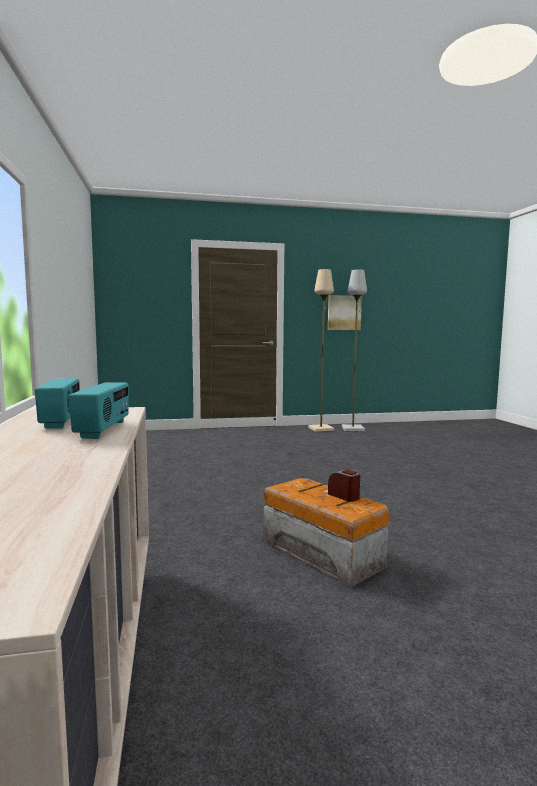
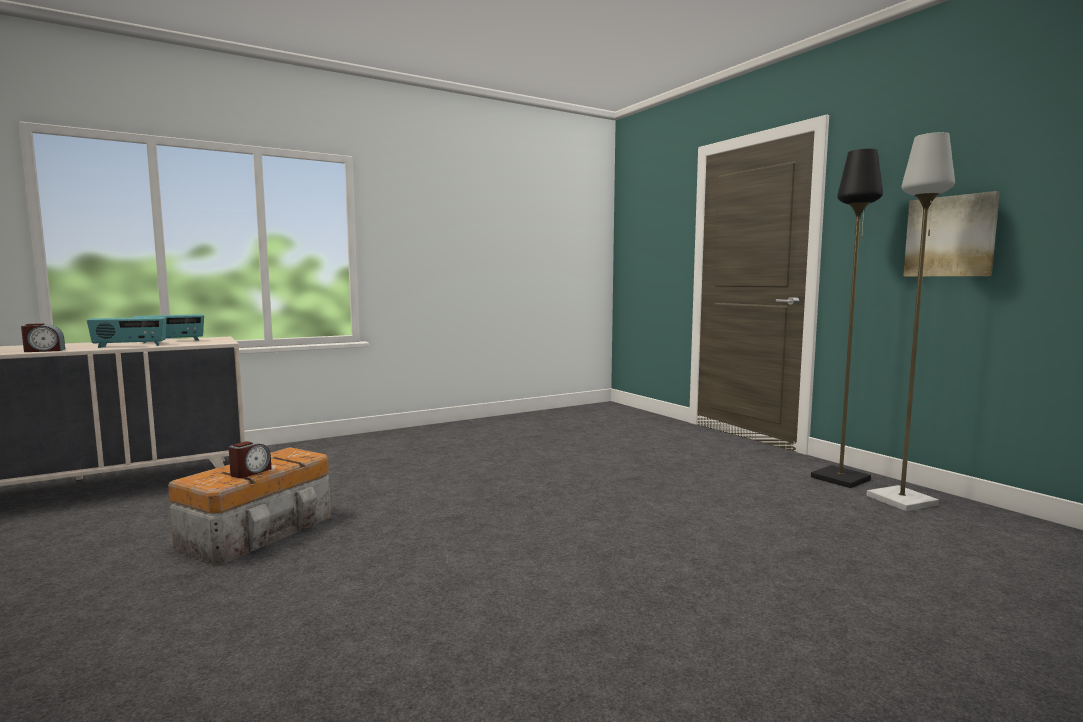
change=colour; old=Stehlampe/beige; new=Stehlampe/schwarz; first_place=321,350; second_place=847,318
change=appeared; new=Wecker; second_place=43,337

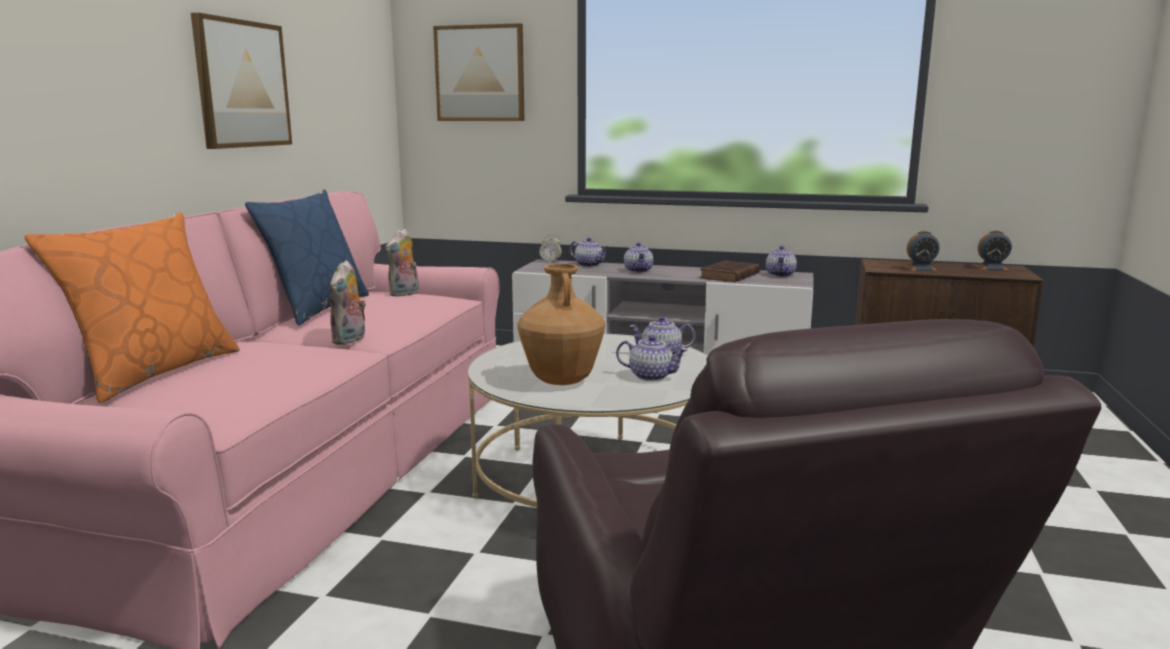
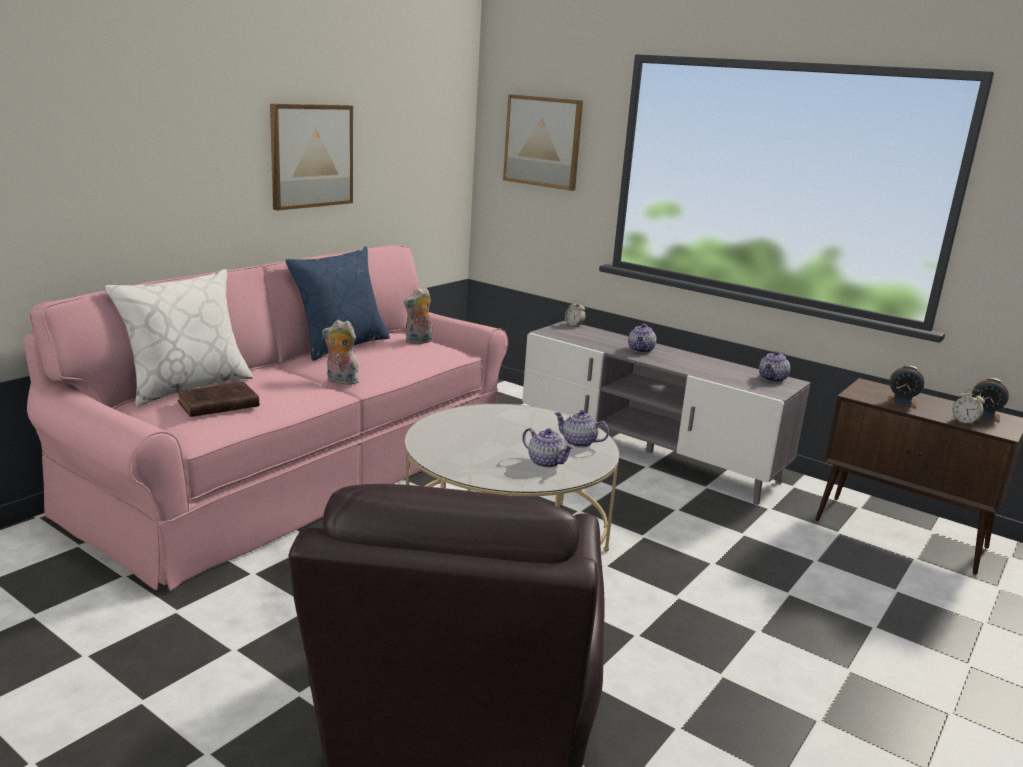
change=colour; old=Kissen/orange; new=Kissen/weiß; first_place=132,307; second_place=179,338
change=spun; old=Plüschtier; first_place=347,302; second_place=340,352; degrees=75
change=missing; old=Vase/braun; first_place=561,324
change=missing; old=Teekanne; first_place=589,252
change=relocated; old=Buch/braun; first_place=730,271; second_place=218,399
change=appeared; new=Wecker; second_place=968,407

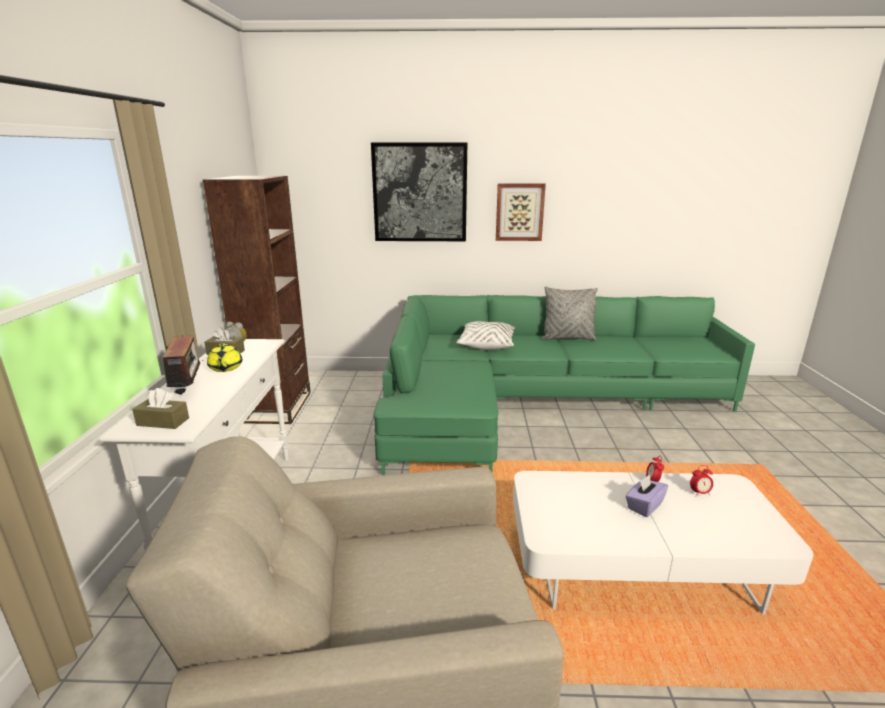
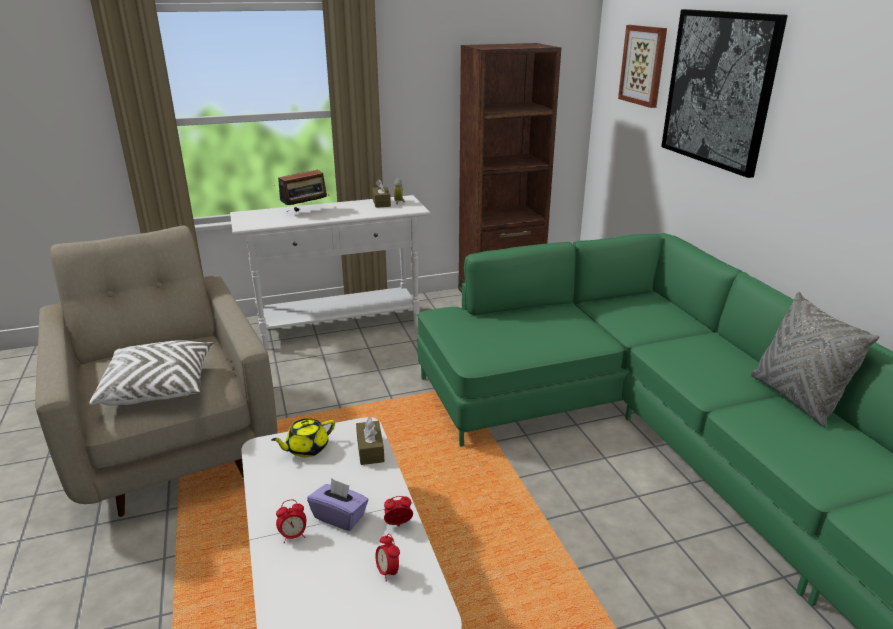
change=relocated; old=Taschentuchbox/braun; first_place=160,408; second_place=370,441
change=relocated; old=Teekanne/gelb; first_place=224,357; second_place=303,437
change=relocated; old=Kissen/weiß; first_place=486,335; second_place=152,373
change=relocated; old=Bild; first_place=521,212; second_place=642,66
change=appeared; new=Wecker; second_place=291,521

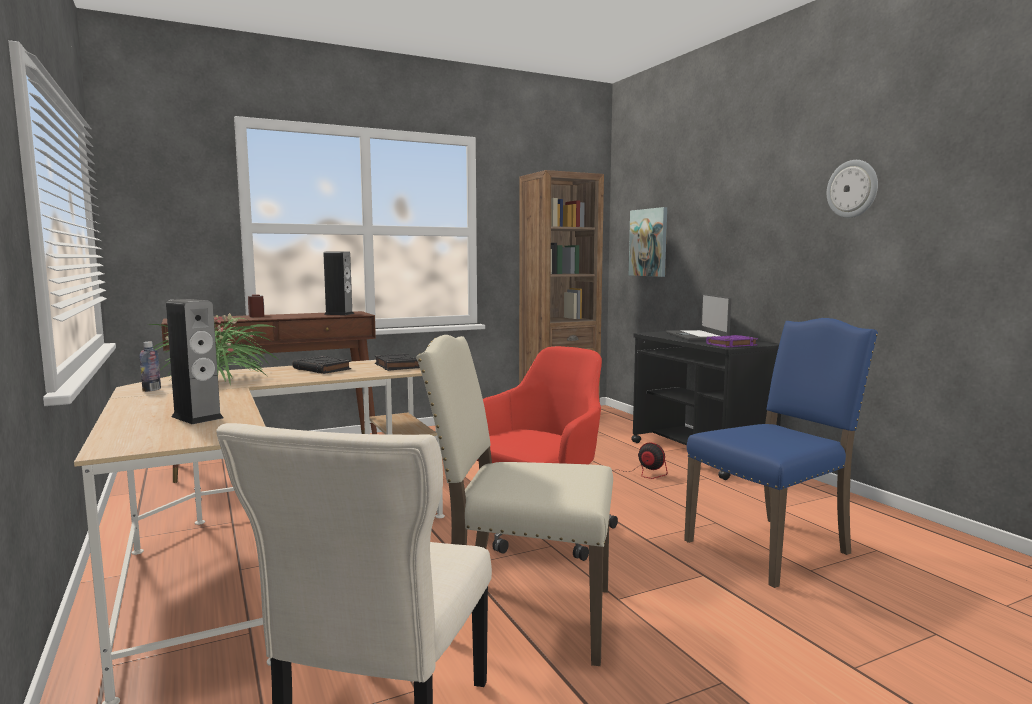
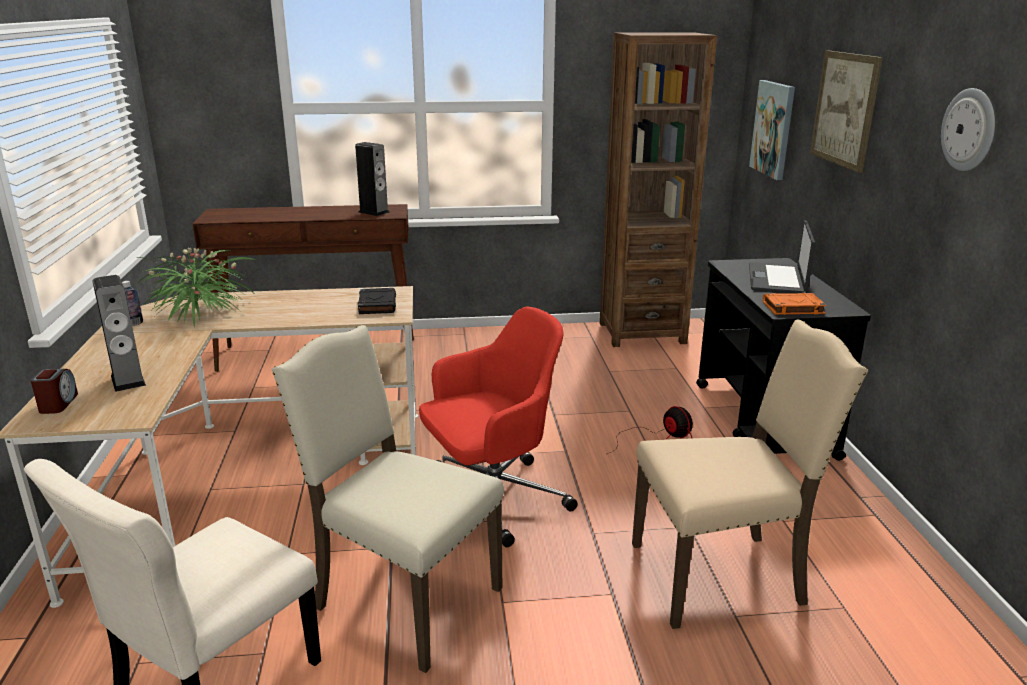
change=relocated; old=Wecker; first_place=256,305; second_place=54,391
change=missing; old=Buch/schwarz; first_place=321,365
change=colour; old=Stuhl/blau; new=Stuhl/beige; first_place=781,453; second_place=750,474
change=colour; old=Buch/lila; new=Buch/orange; first_place=732,341; second_place=794,304
change=appeared; new=Bild; second_place=846,111

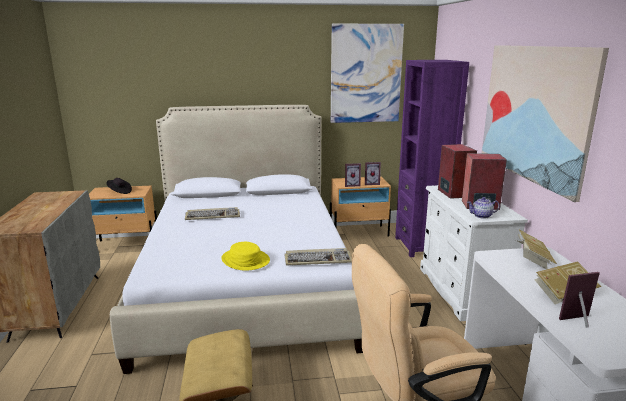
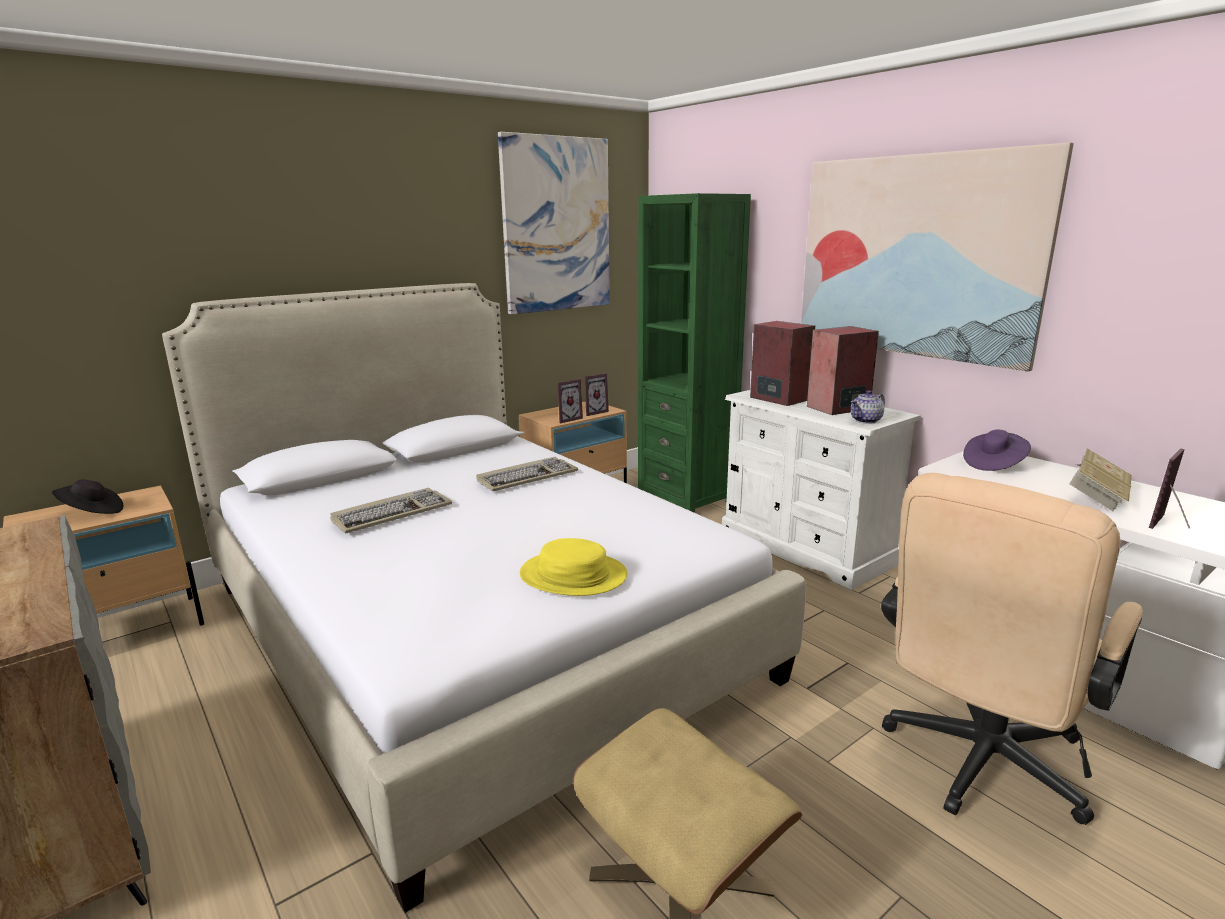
change=relocated; old=Tastatur; first_place=318,257; second_place=527,474
change=colour; old=Bücherregal/lila; new=Bücherregal/grün; first_place=432,158; second_place=694,353
change=exchanged; old=Buch; new=Hut/lila; first_place=536,249; second_place=997,450

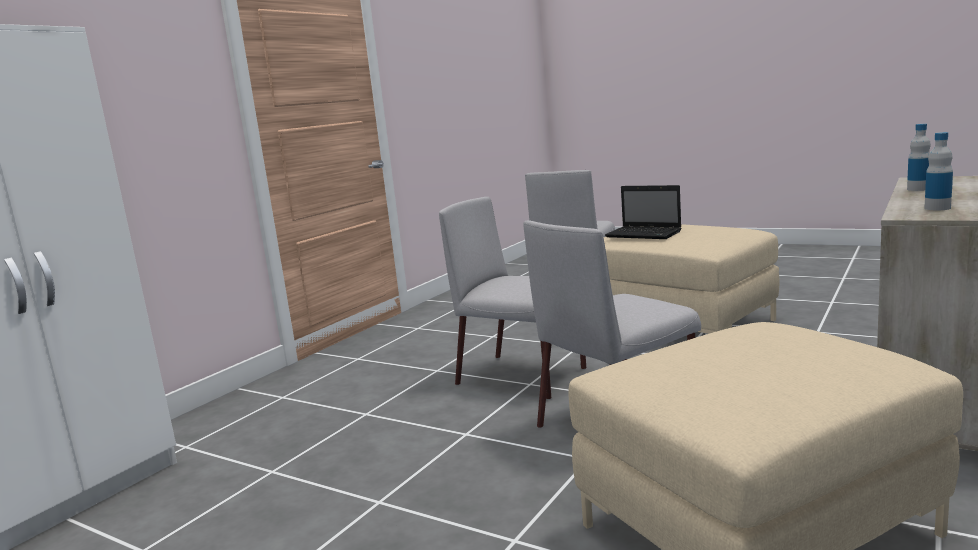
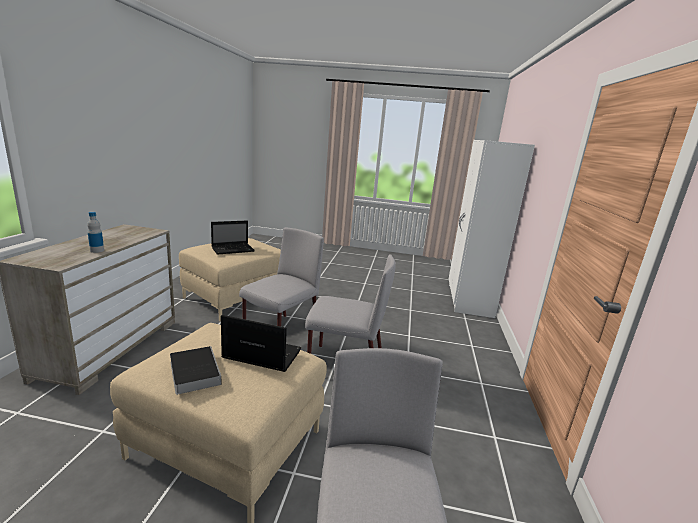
change=missing; old=Flasche; first_place=938,171
change=appeared; new=Buch; second_place=196,370
change=appeared; new=Laptop; second_place=233,238

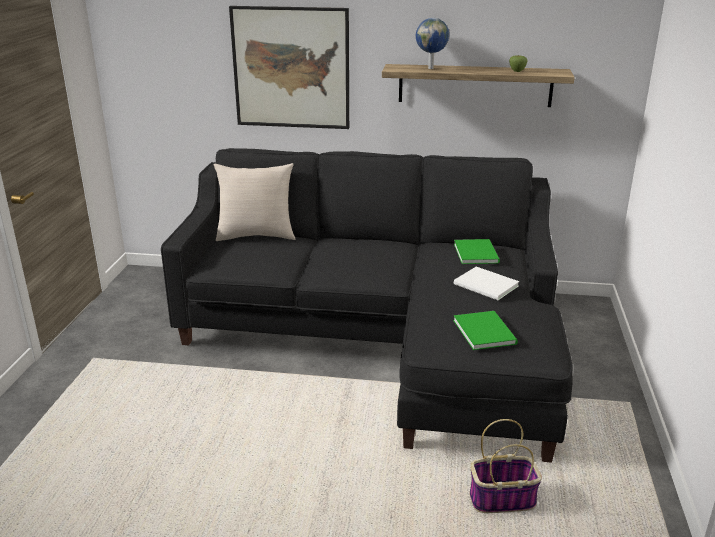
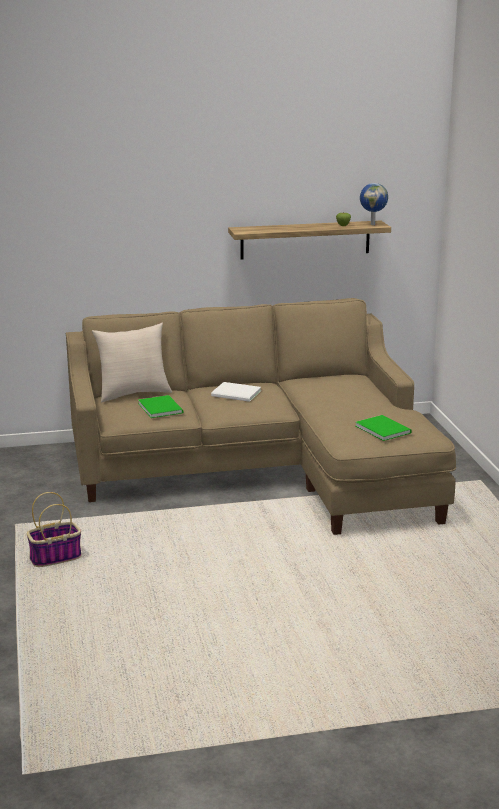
change=colour; old=Sofa/schwarz; new=Sofa/beige; first_place=367,305; second_place=261,416
change=missing; old=Bild; first_place=289,67
change=relocated; old=Globus; first_place=432,43; second_place=374,204
change=relocated; old=Buch/grün; first_place=477,251; second_place=160,406
change=relocated; old=Buch/weiß; first_place=486,283; second_place=236,392
change=relocated; old=Korb; first_place=505,466; second_place=54,529

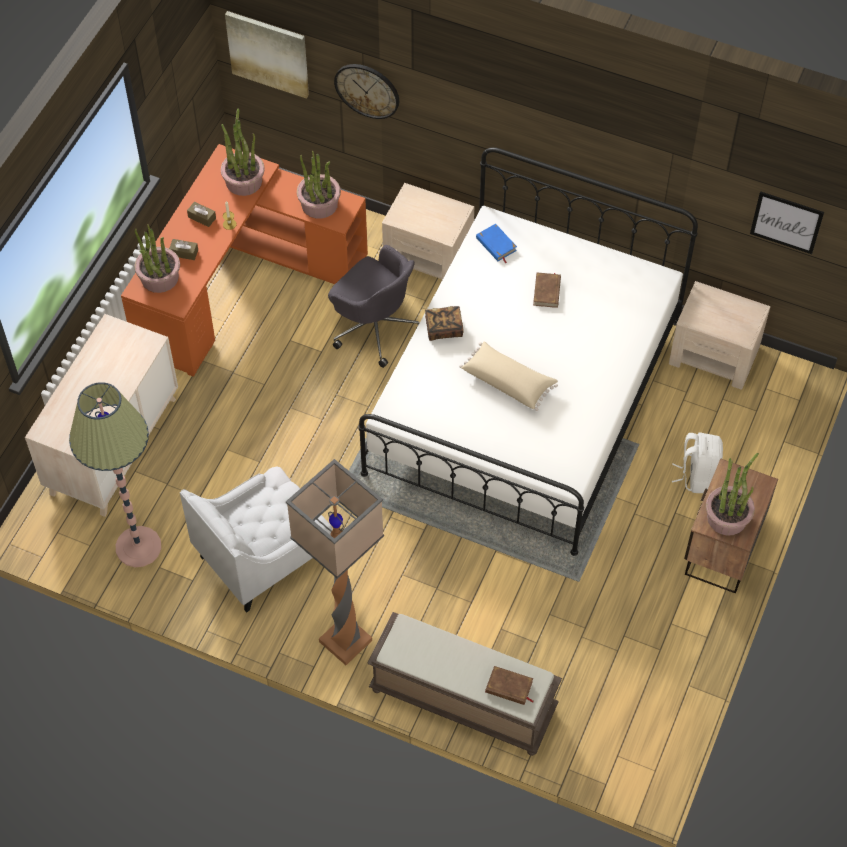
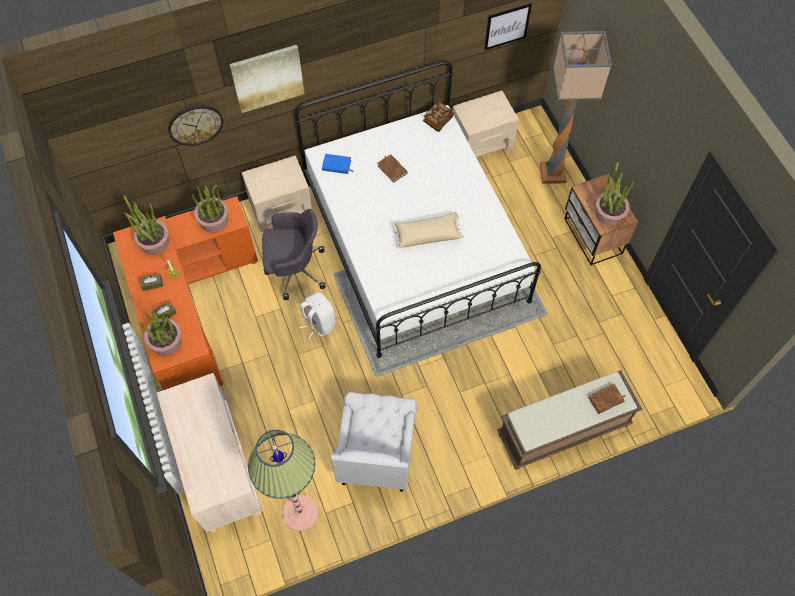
change=relocated; old=Bild; first_place=267,55; second_place=267,79
change=relocated; old=Stehlampe; first_place=335,562; second_place=576,107
change=relocated; old=Buch; first_place=444,323; second_place=438,117
change=relocated; old=Rucksack/weiß; first_place=697,462; second_place=318,315

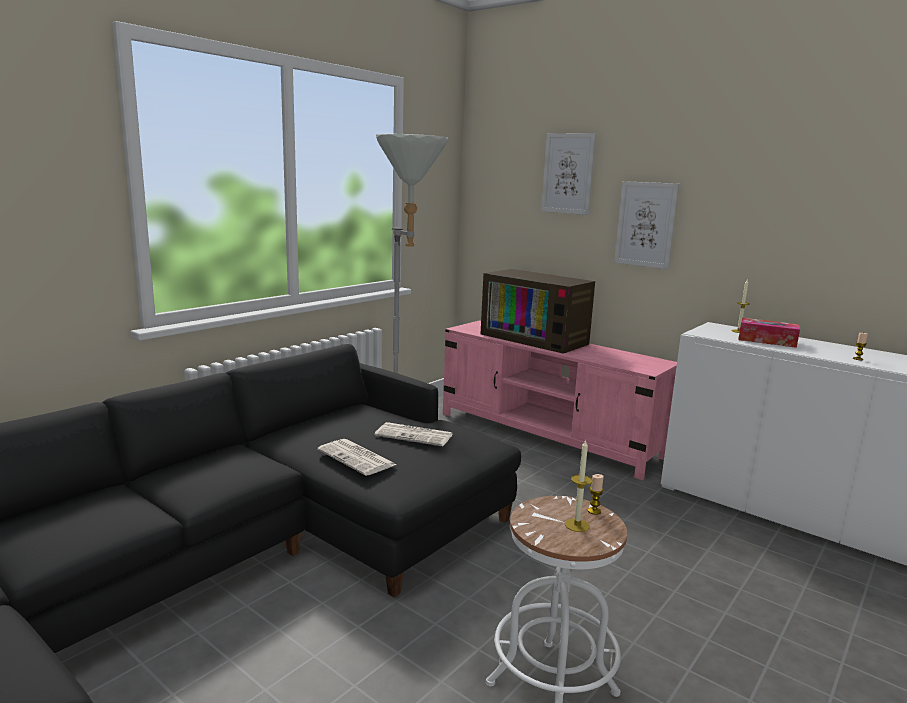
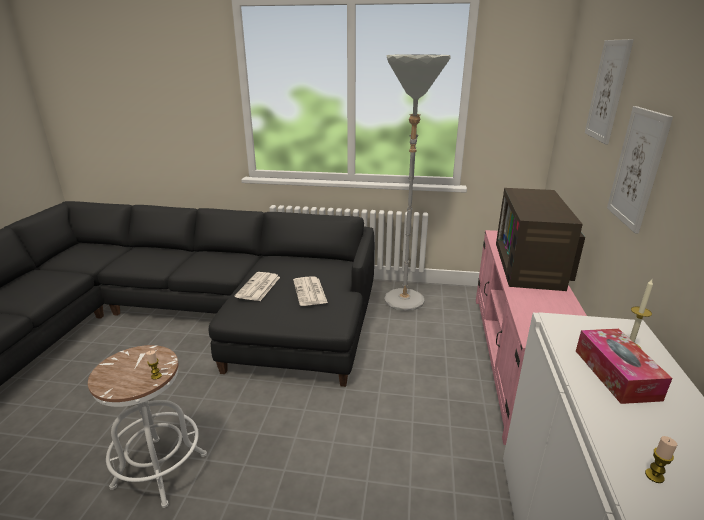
change=missing; old=Kerze; first_place=579,486

